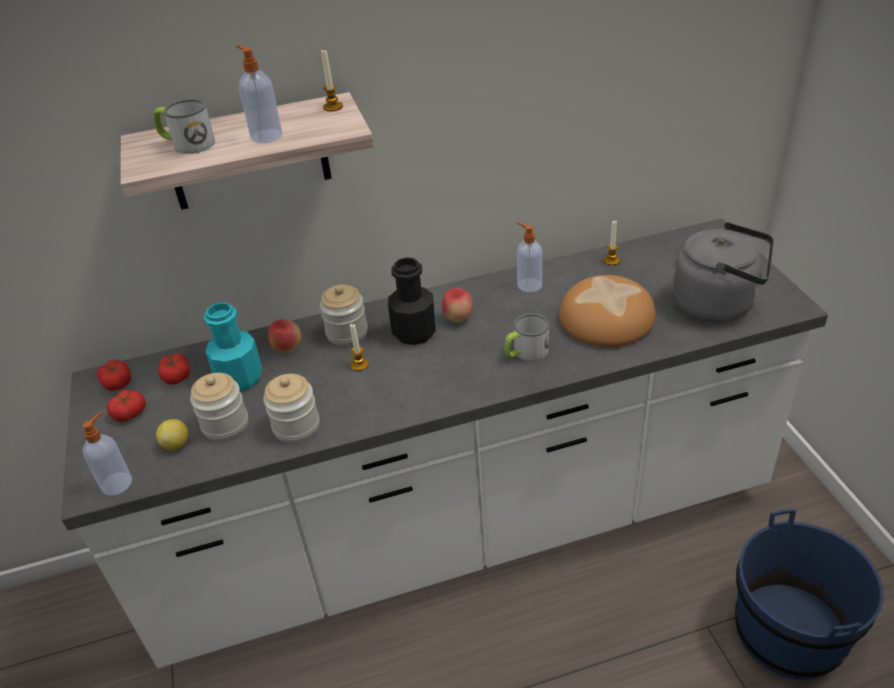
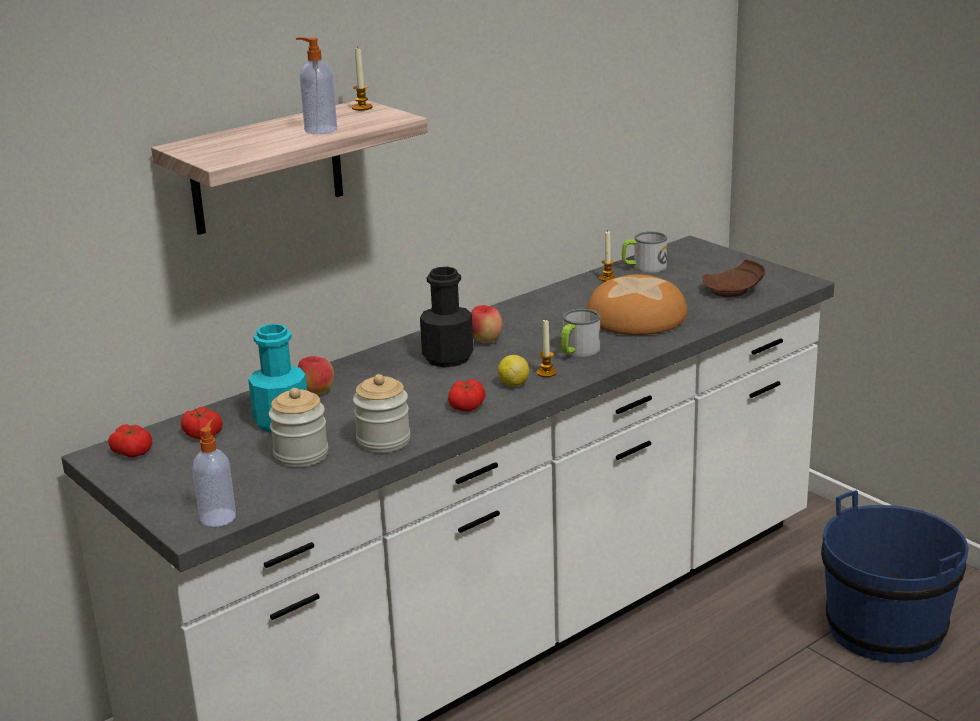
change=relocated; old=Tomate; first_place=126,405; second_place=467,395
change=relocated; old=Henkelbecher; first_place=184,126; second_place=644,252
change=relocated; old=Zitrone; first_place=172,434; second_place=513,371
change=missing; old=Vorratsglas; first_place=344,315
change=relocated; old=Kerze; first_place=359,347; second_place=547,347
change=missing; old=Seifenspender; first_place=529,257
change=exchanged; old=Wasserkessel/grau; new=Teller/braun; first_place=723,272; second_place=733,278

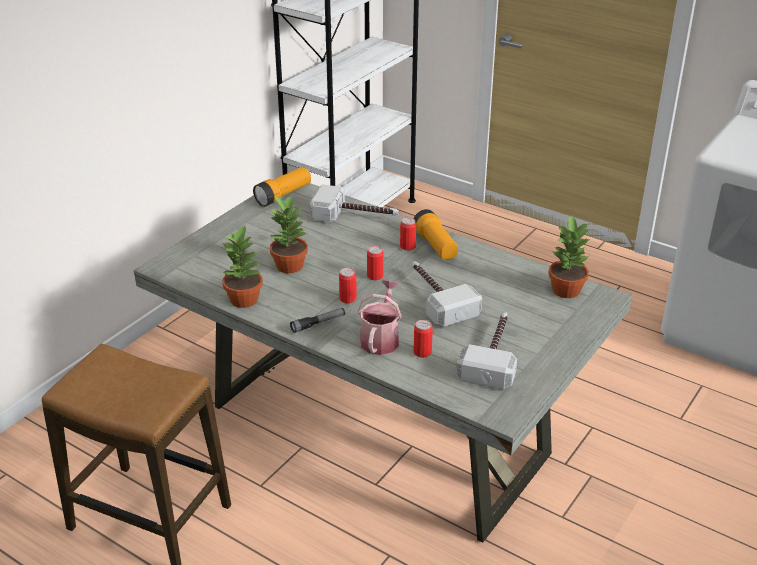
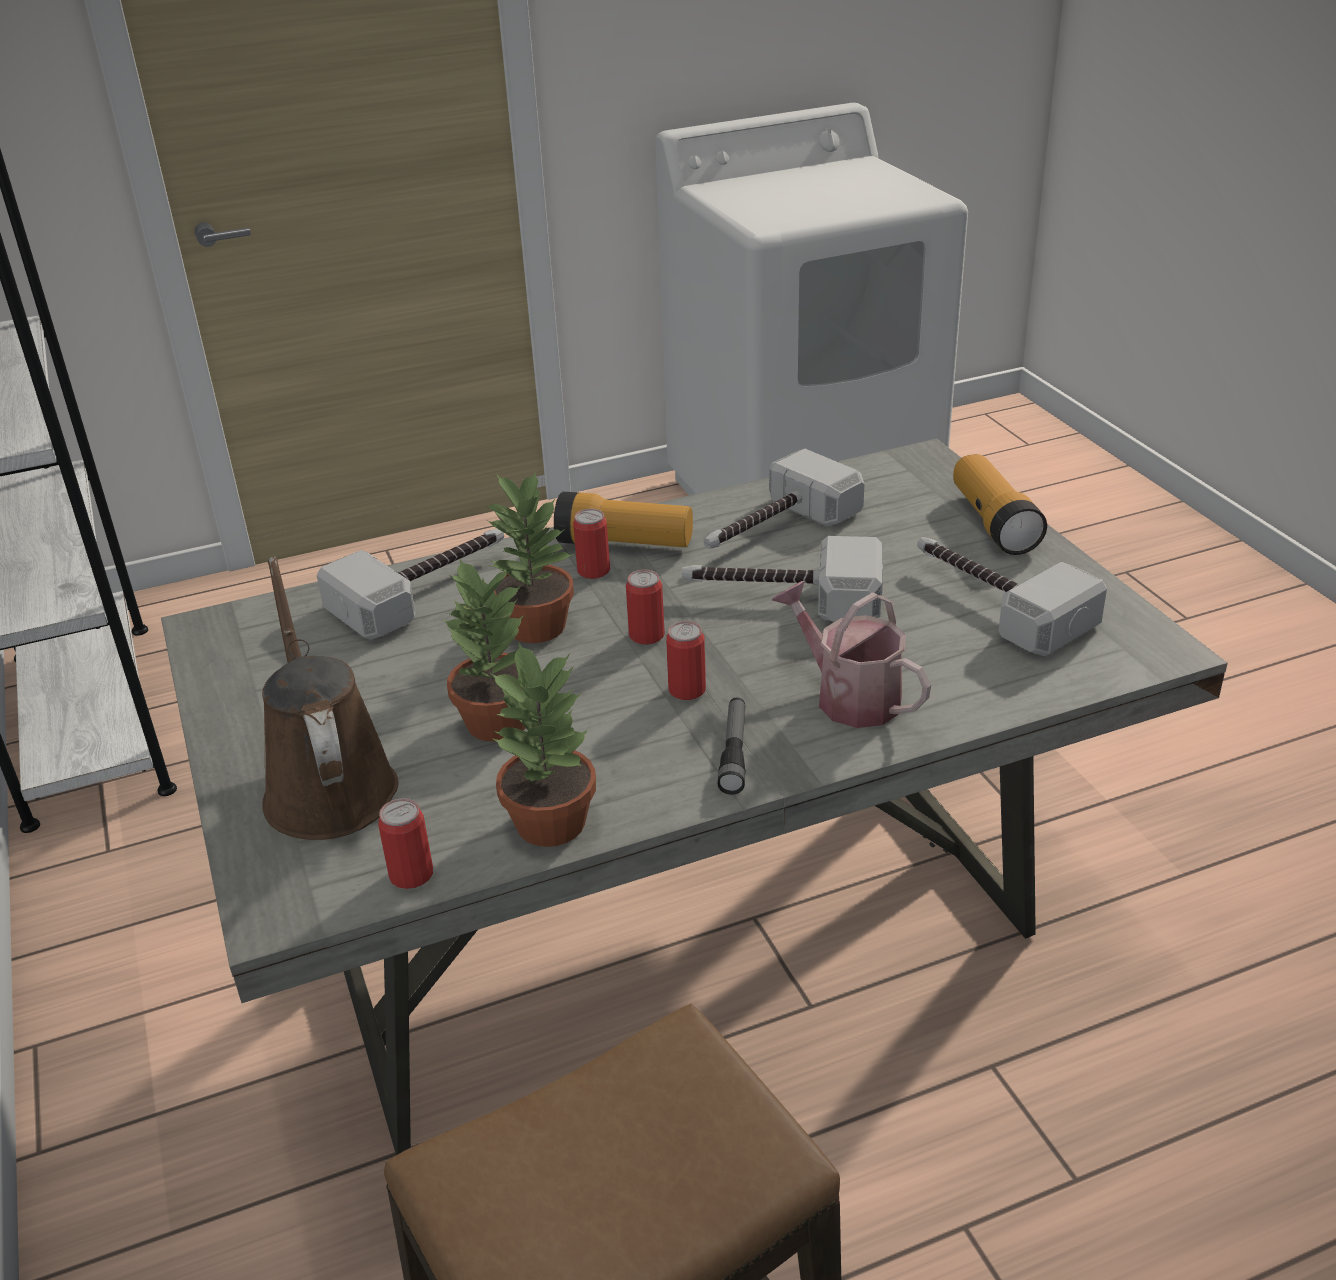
change=relocated; old=Taschenlampe; first_place=282,187; second_place=1000,504
change=relocated; old=Dose; first_place=423,339; second_place=405,843
change=relocated; old=Topfpflanze; first_place=569,257; second_place=529,557
change=appeared; new=Gießkanne/braun; second_place=330,698
change=appeared; new=Hammer; second_place=784,499

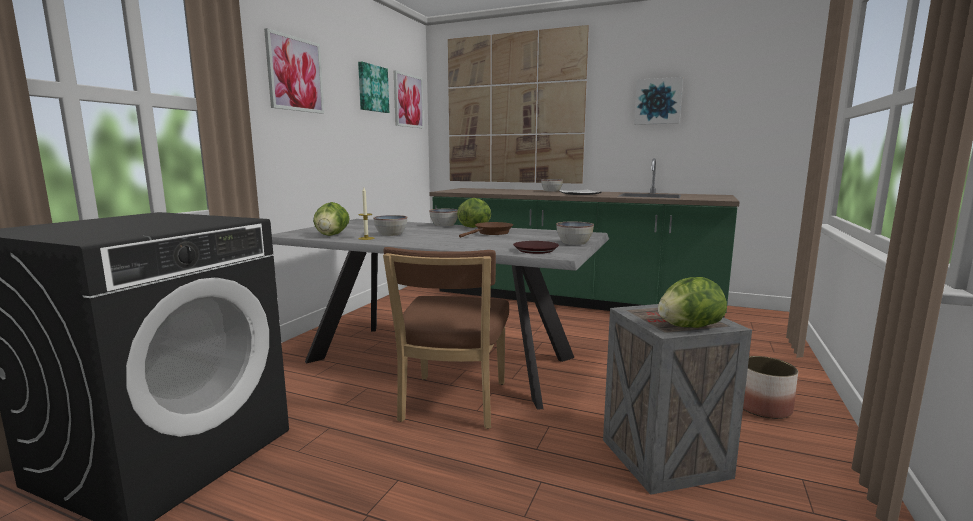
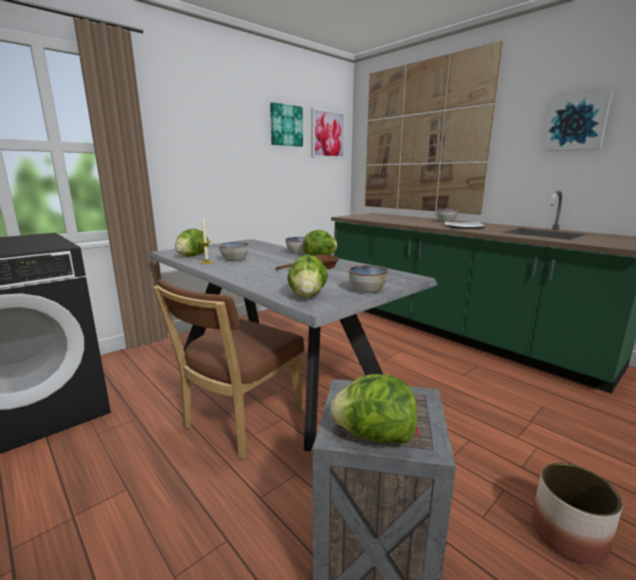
change=missing; old=Bild; first_place=294,71
change=exchanged; old=Teller/braun; new=Salatkopf; first_place=536,247; second_place=307,276

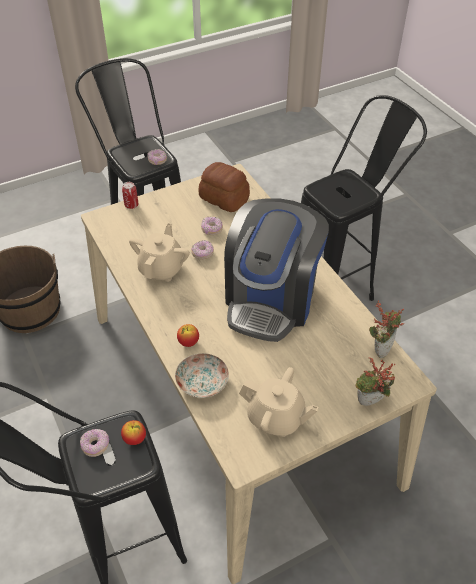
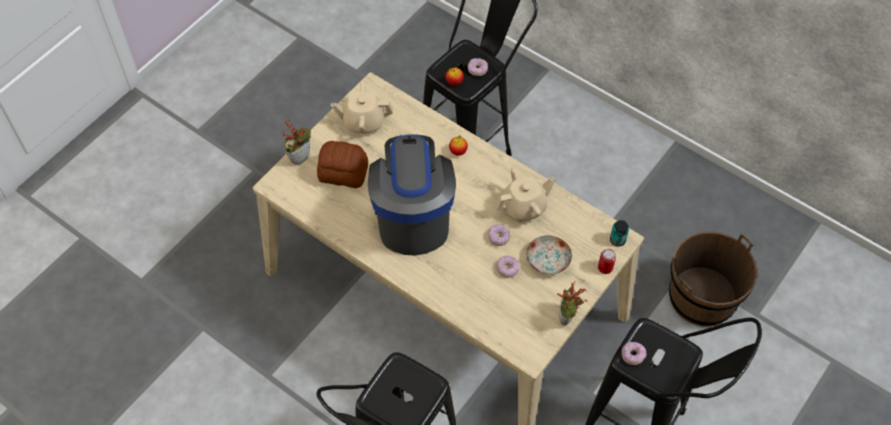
change=spun; old=Teekanne/beige; first_place=159,252; second_place=525,195; degrees=-105
change=relocated; old=Teller; first_place=202,375; second_place=549,255
change=relocated; old=Brot; first_place=224,187; second_place=342,164
change=relocated; old=Topfpflanze; first_place=386,329; second_place=572,303
change=appeared; new=Dose; second_place=619,233

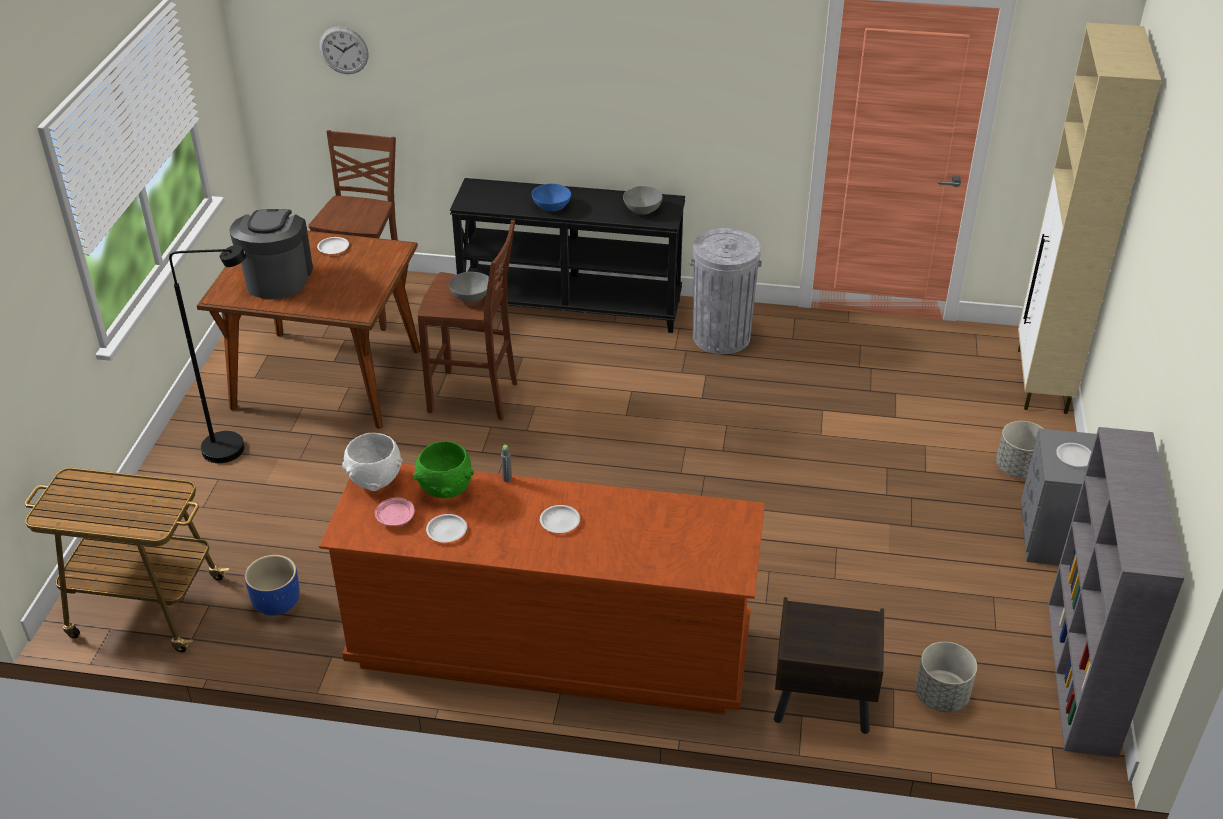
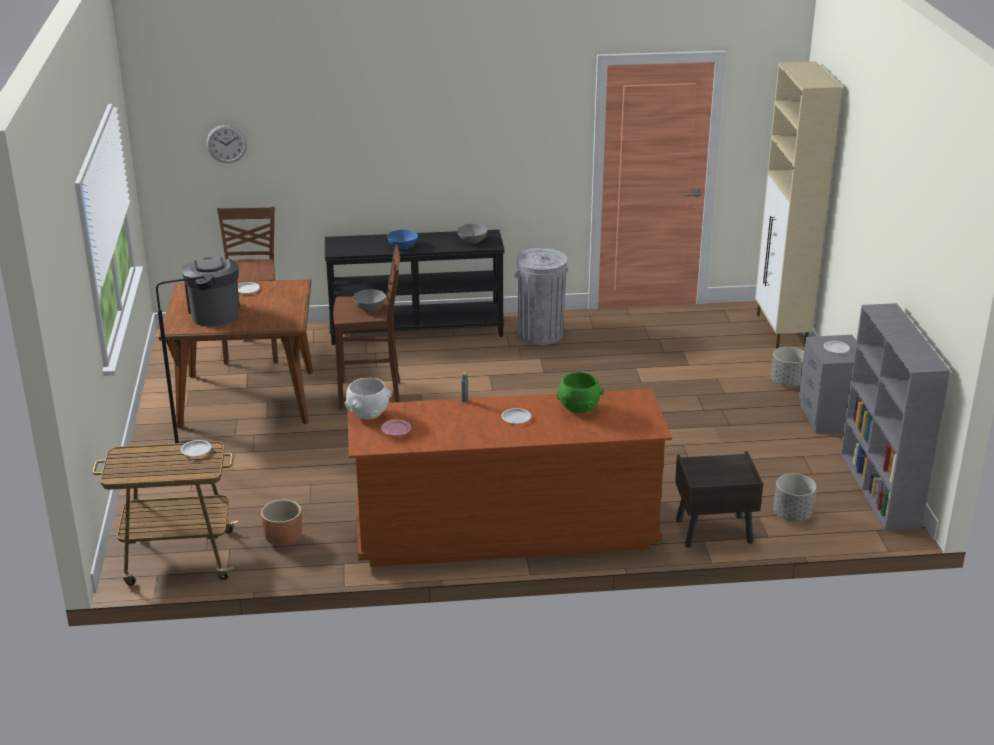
change=colour; old=Pflanzkübel/blau; new=Pflanzkübel/braun; first_place=272,585; second_place=281,523
change=relocated; old=Schüssel/grün; first_place=443,470; second_place=580,392
change=relocated; old=Teller/weiß; first_place=446,528; second_place=196,448

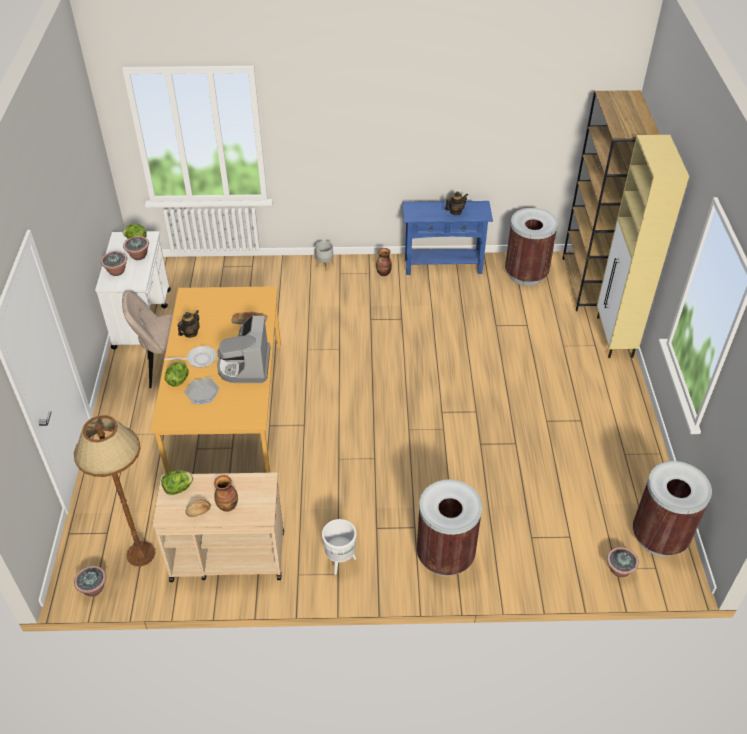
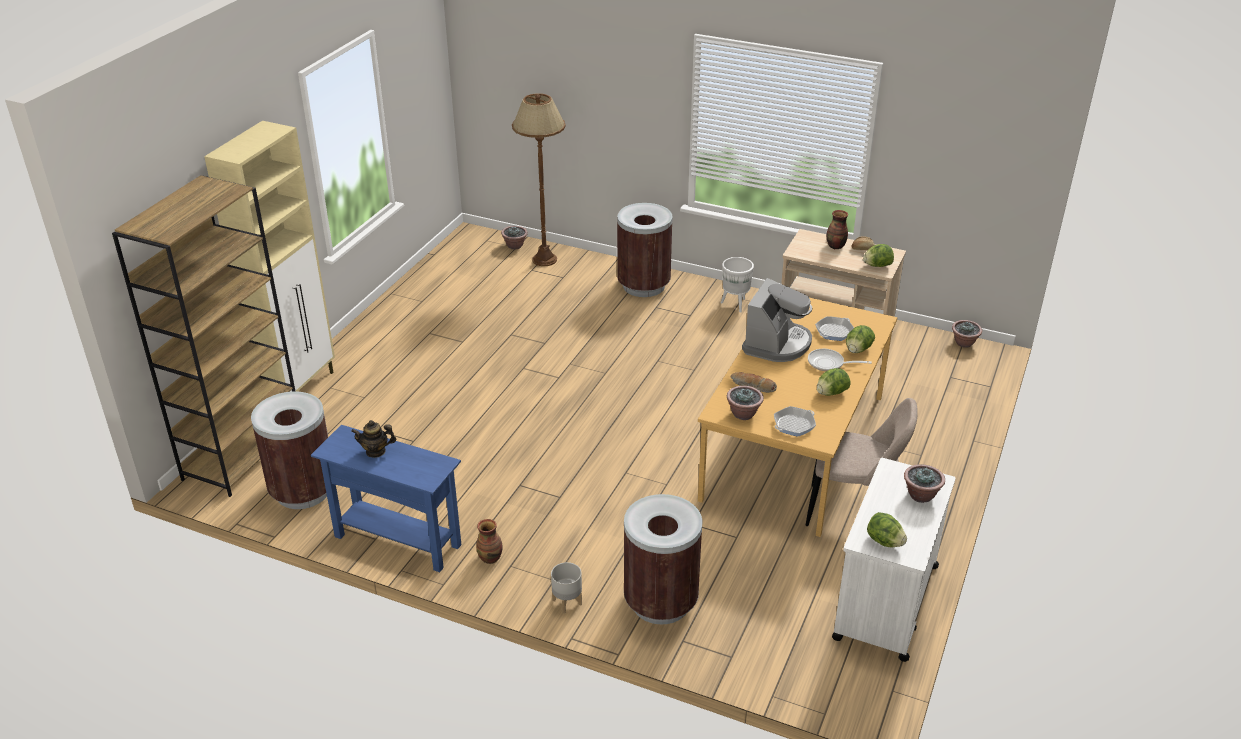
change=relocated; old=Stehlampe/braun; first_place=114,490; second_place=538,179
change=relocated; old=Topfpflanze; first_place=136,248; second_place=745,403
change=exchanged; old=Teekanne; new=Salatkopf; first_place=189,324; second_place=833,382
change=relocated; old=Mülleimer/braun; first_place=672,509; second_place=663,559
change=appeared; new=Pfanne; second_place=795,421

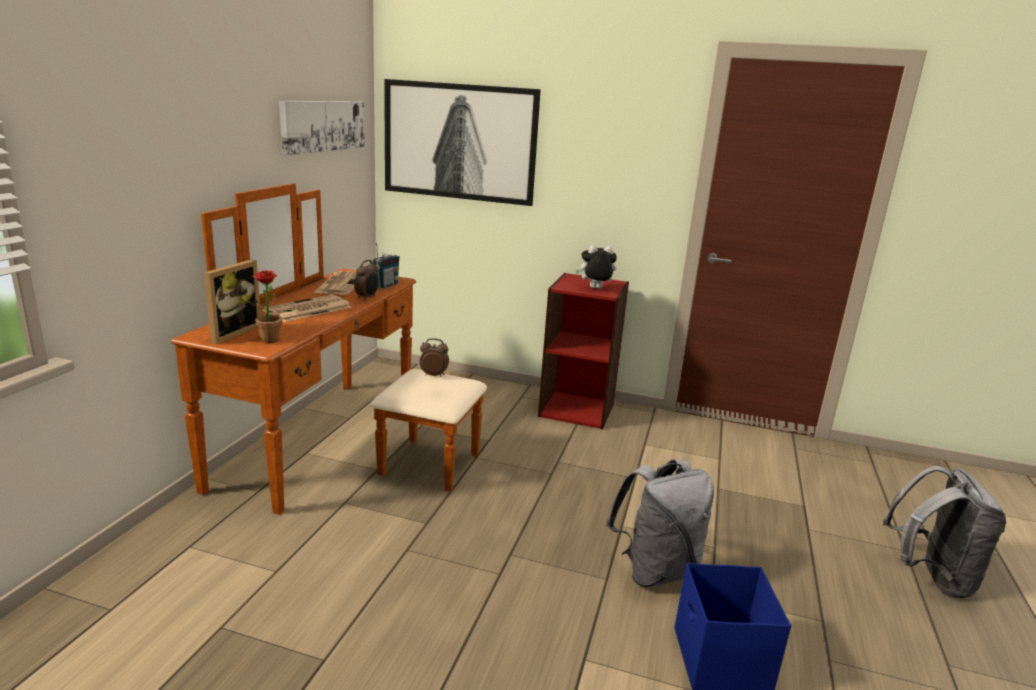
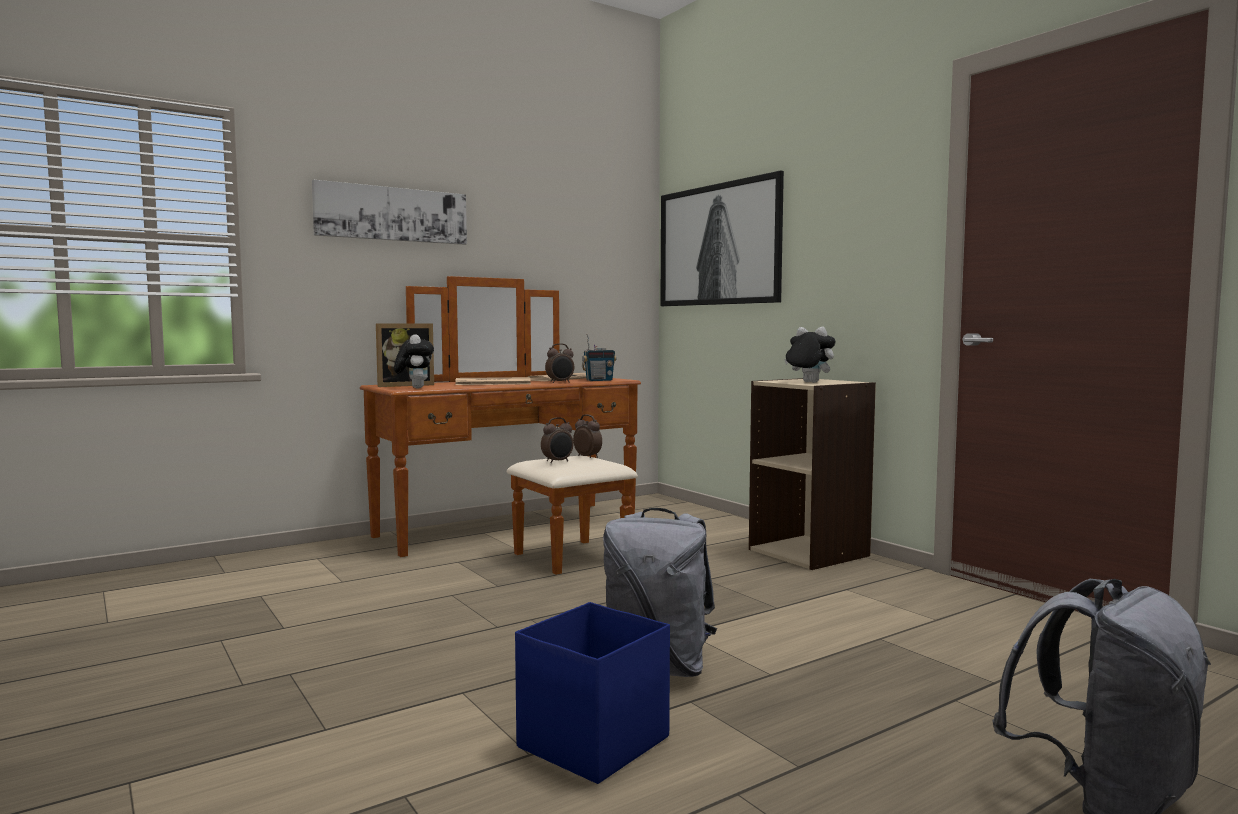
change=exchanged; old=Topfpflanze; new=Plüschtier; first_place=265,306; second_place=414,361
change=relocated; old=Bild; first_place=322,128; second_place=389,212
change=colour; old=Bücherregal/rot; new=Bücherregal/beige; first_place=583,351; second_place=812,474
change=appeared; new=Wecker; second_place=557,440

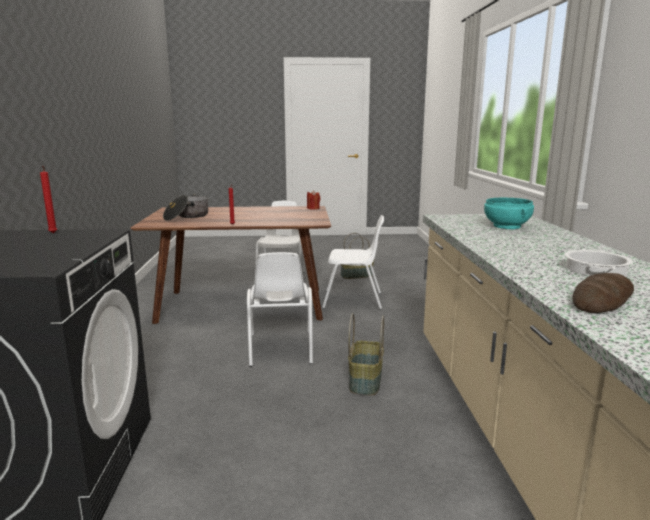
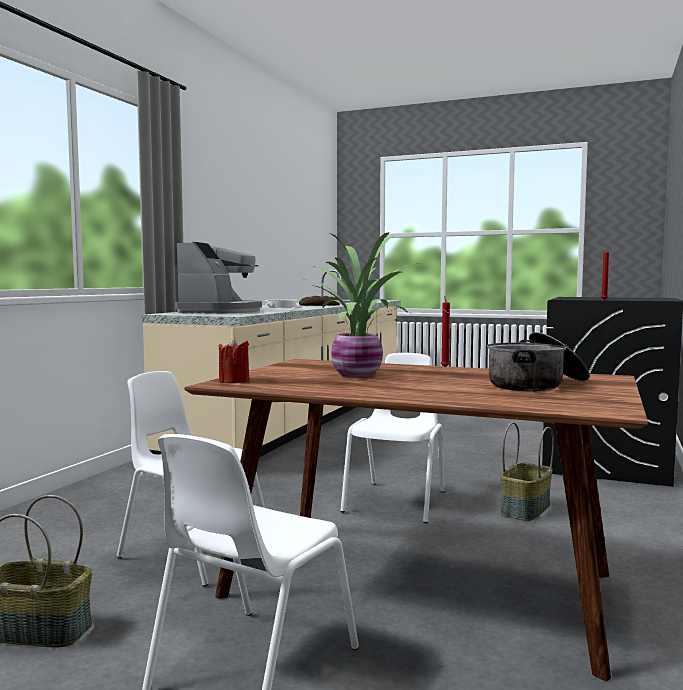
change=relocated; old=Korb; first_place=366,354; second_place=527,471
change=exchanged; old=Schüssel/türkis; new=Kaffeemaschine; first_place=509,213; second_place=218,277
change=appeared; new=Topfpflanze; second_place=367,305

